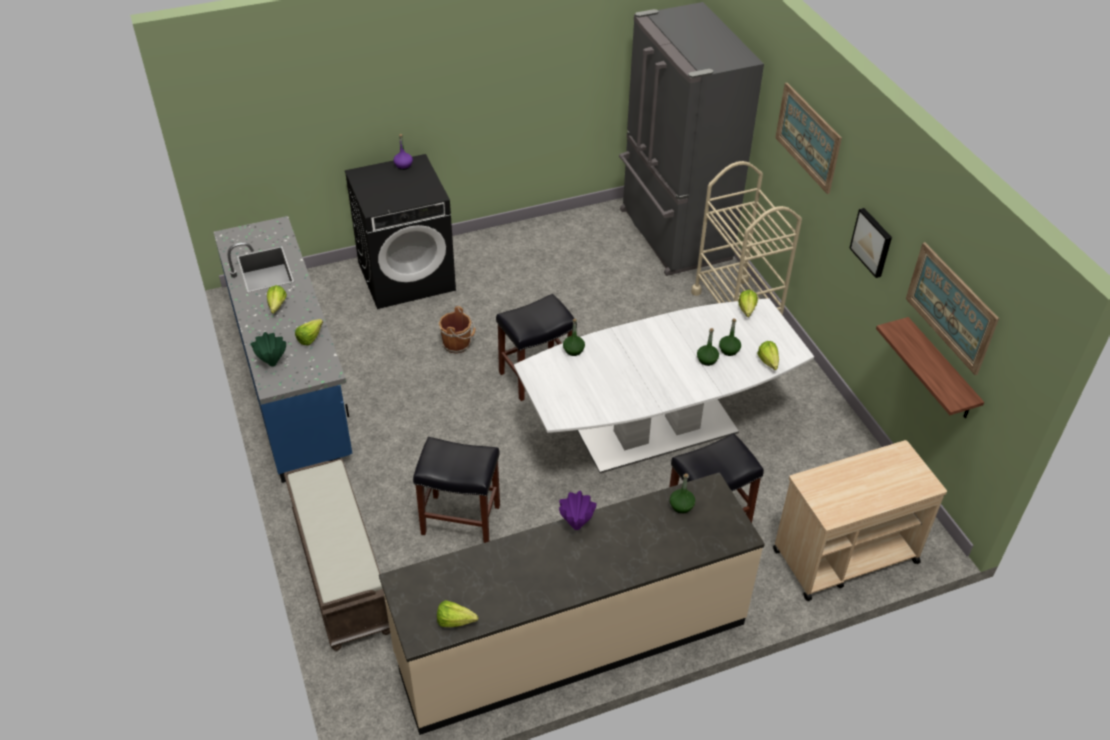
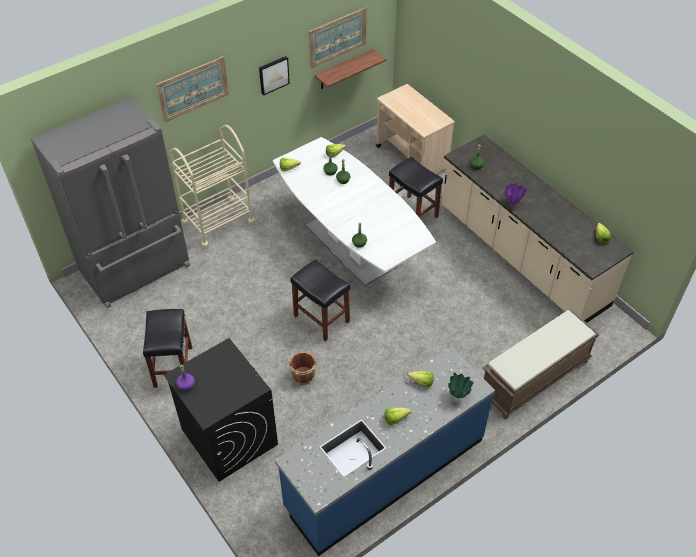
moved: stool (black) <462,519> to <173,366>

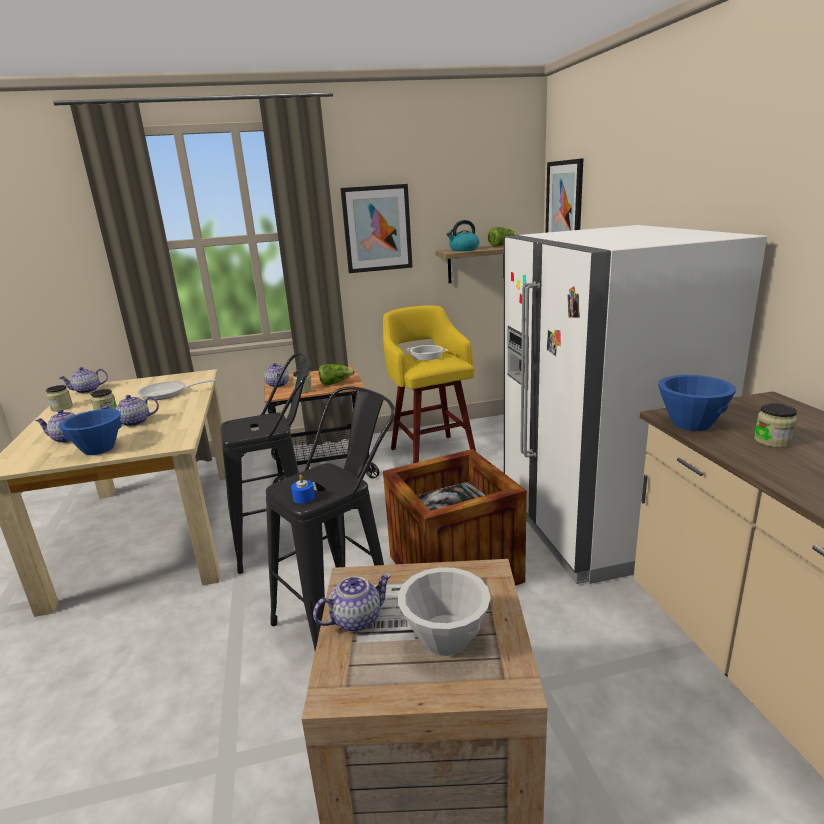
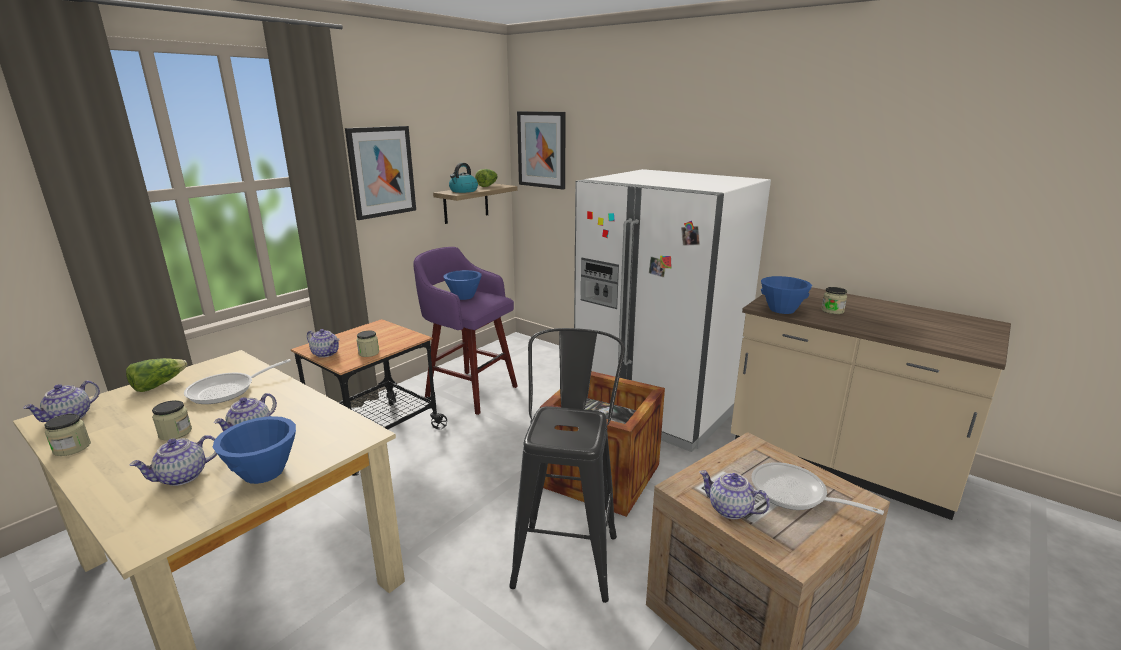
removed: stool (black) <285,541>; candle (blue) <304,498>
moved: lettuce <335,383> to <158,385>
replaced: cooking pot <426,356> to bowl (blue) <463,296>; bowl (white) <445,639> to frying pan <795,494>
recoloured: stool (yellow) <432,453> to stool (purple) <469,391>
turned: teapot <356,619> = <729,509> 75 degrees counterclockwise

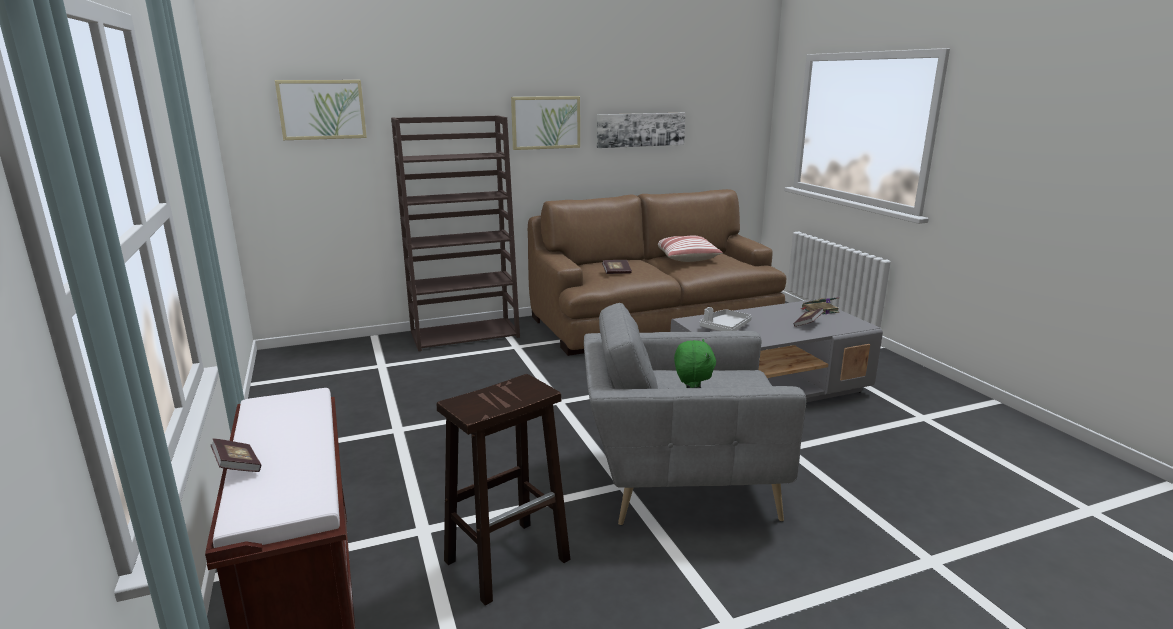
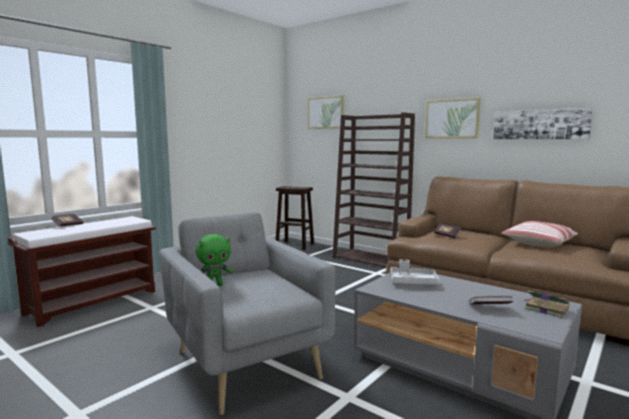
moved: stool (brown) <508,559> to <295,245>

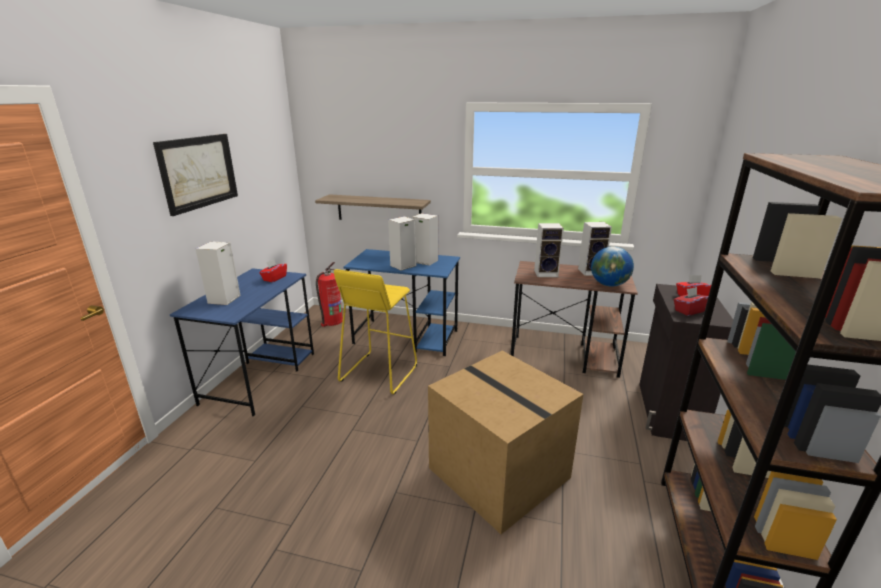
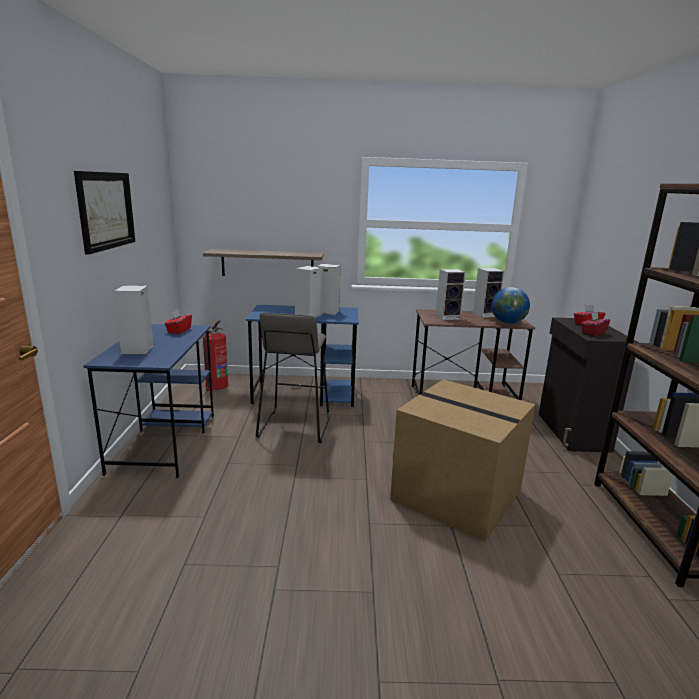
recoloured: stool (yellow) <378,373> to stool (grey) <294,427>

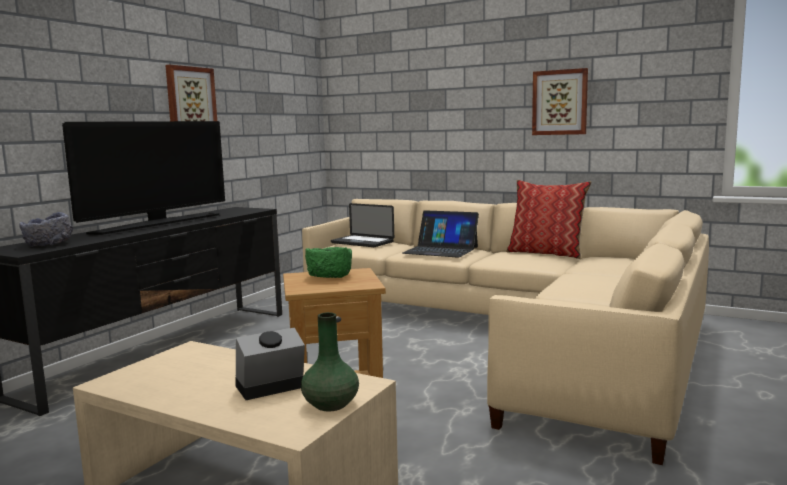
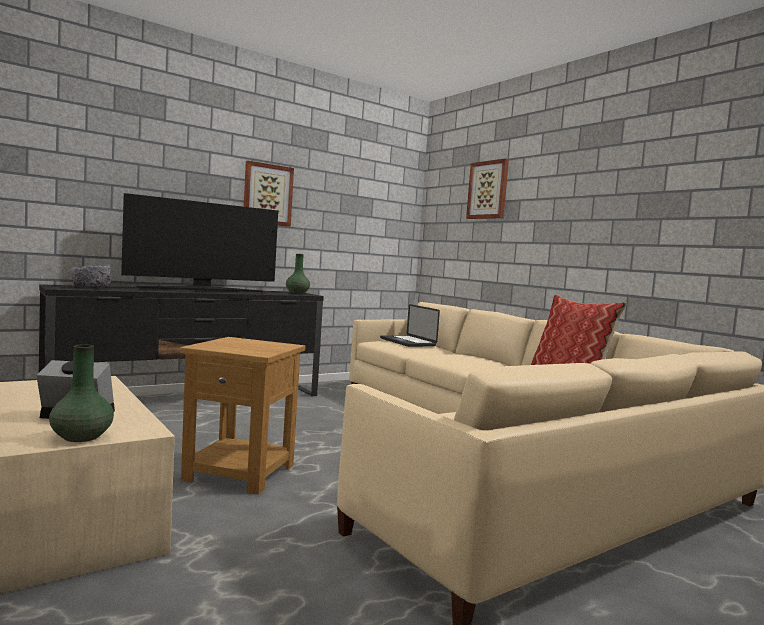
removed: bowl (green) <329,276>; laptop <440,250>
added: vase (green) <297,293>
moved: picture <560,102> to <488,190>

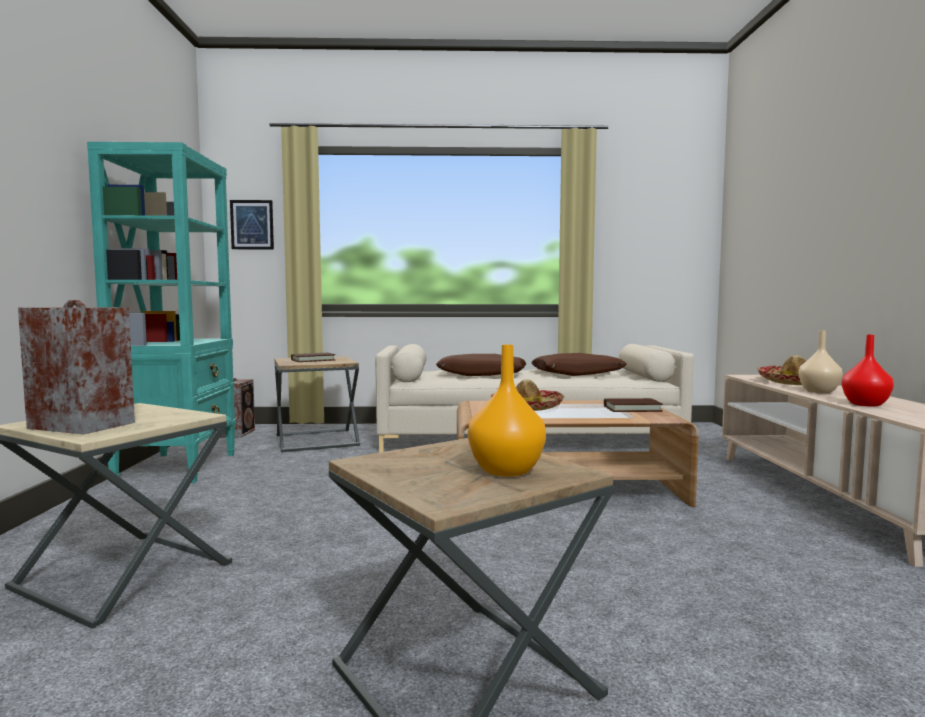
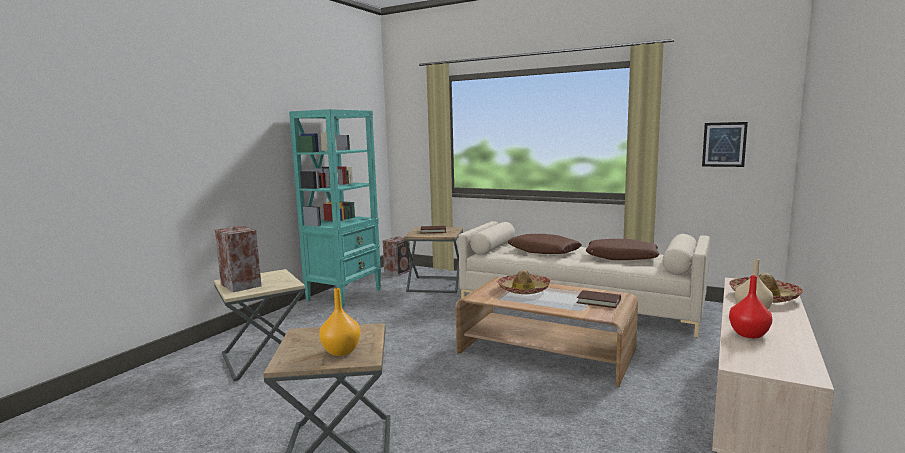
moved: picture <252,224> to <724,144>

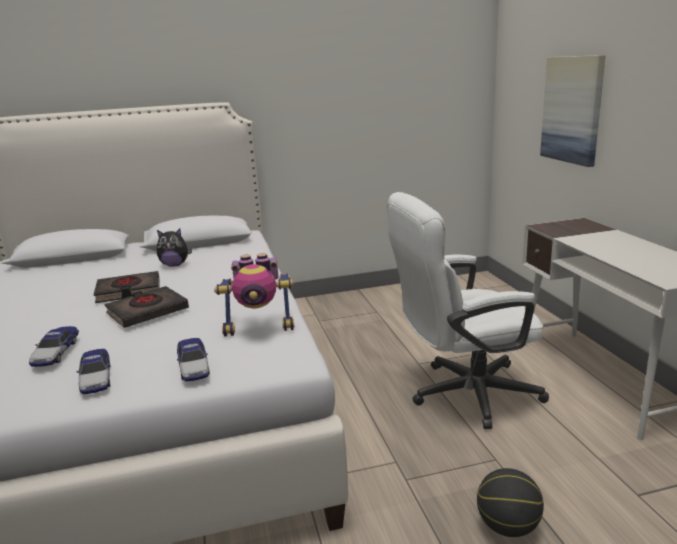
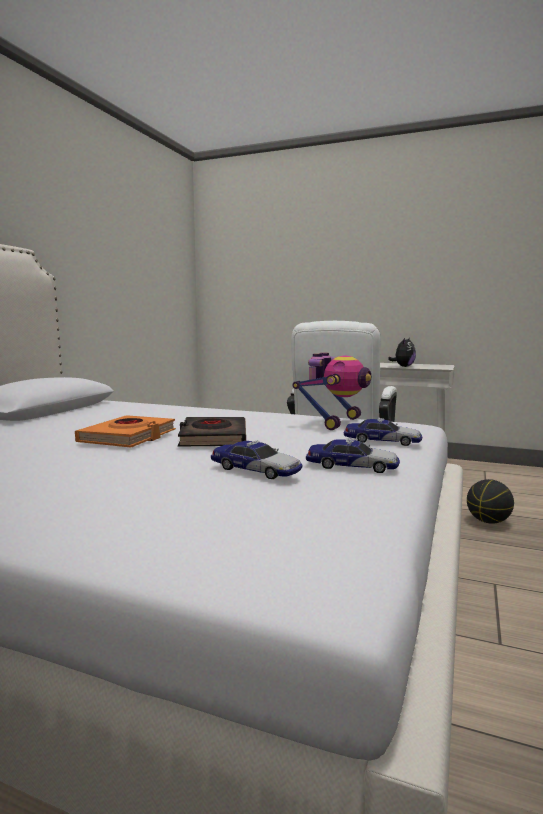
removed: picture <572,109>
moved: plush toy <175,265> to <403,366>
recoloured: book (black) <128,291> to book (orange) <128,437>

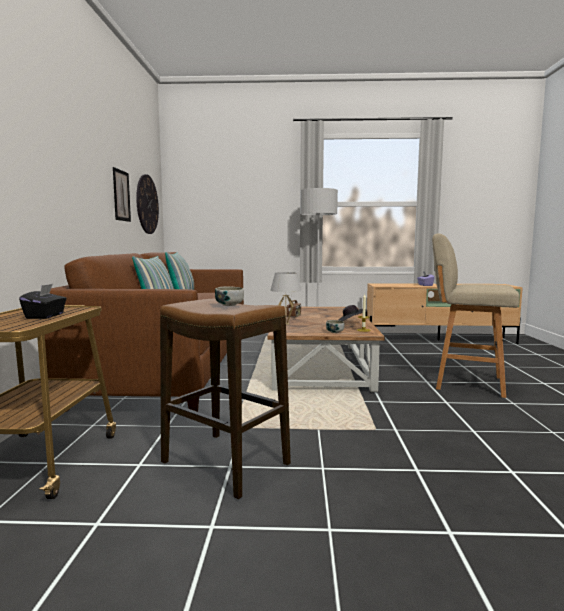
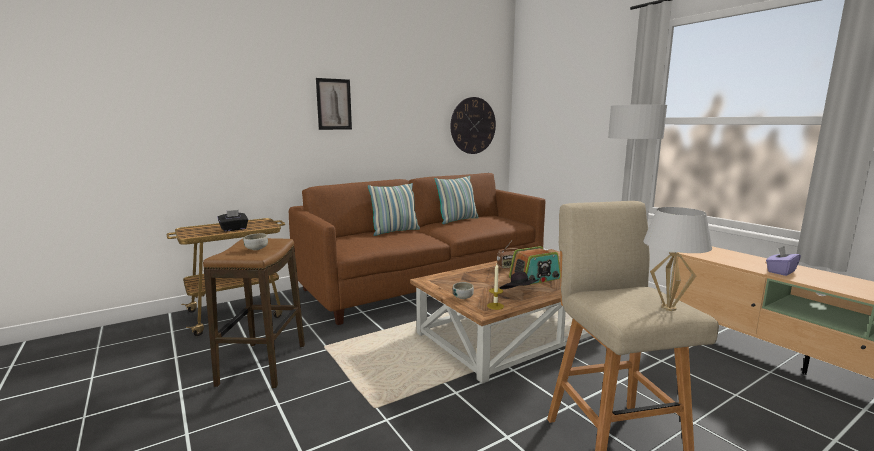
added: radio <535,278>
moved: picture <121,195> to <334,104>; table lamp (white) <285,324> to <668,308>

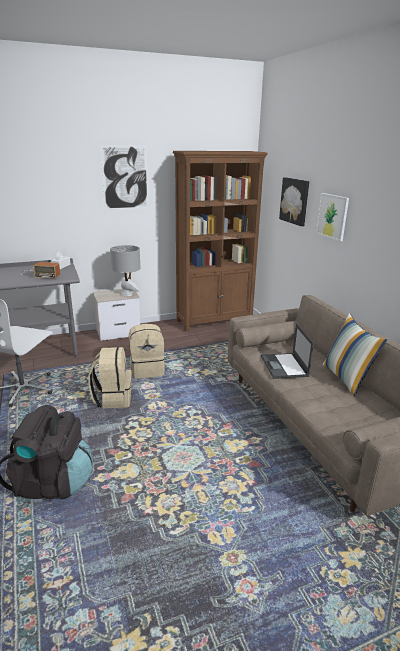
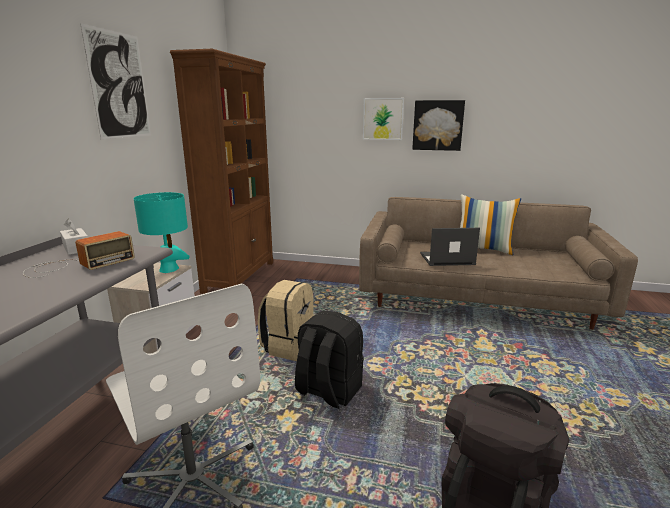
moved: picture <295,201> to <438,125>
recoloured: table lamp (grey) <127,294> to table lamp (turquoise) <169,269>; backpack (beige) <113,398> to backpack (black) <328,391>
turned: laptop <284,366> = <446,259> 150 degrees clockwise

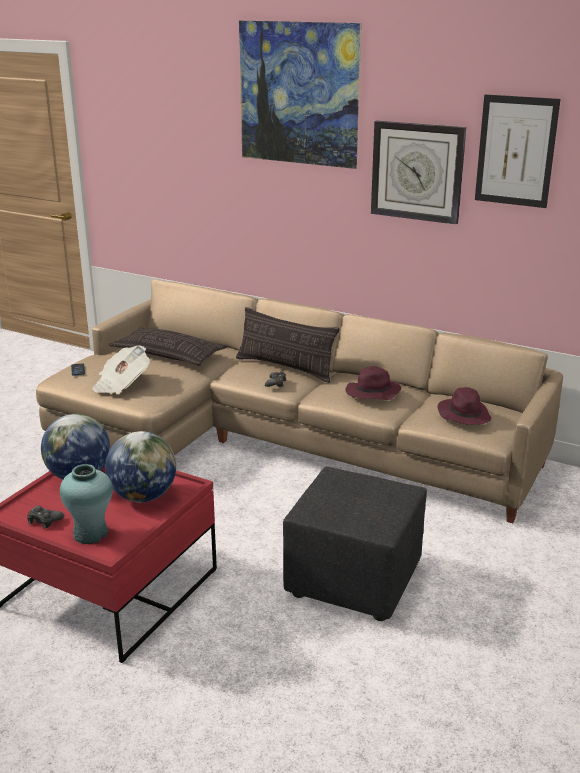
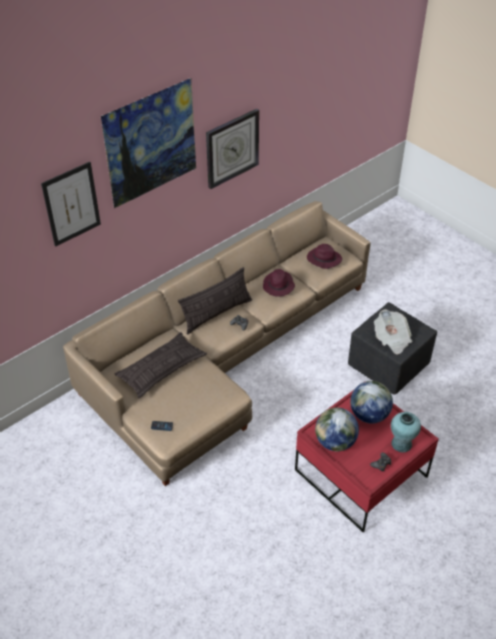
moved: picture <516,151> to <71,204>; newspaper <121,384> to <391,339>

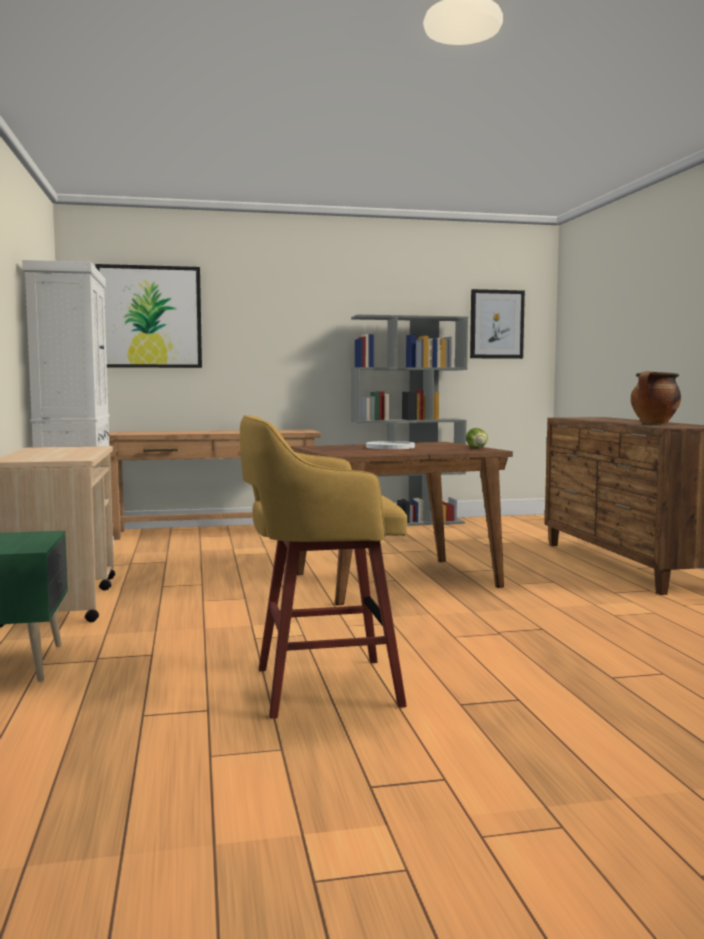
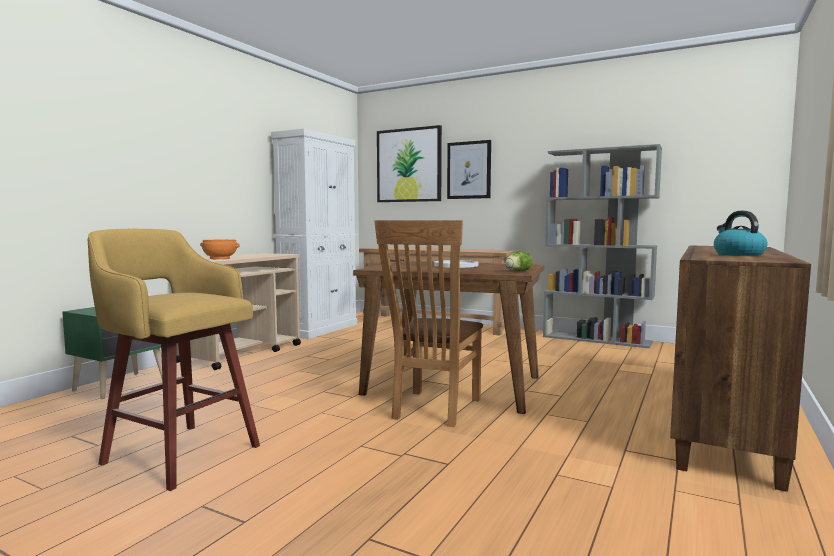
added: bowl (orange) <219,258>; chair (brown) <433,410>
moved: picture <496,324> to <469,170>
replaced: cooking pot <654,423> to kettle <737,254>

